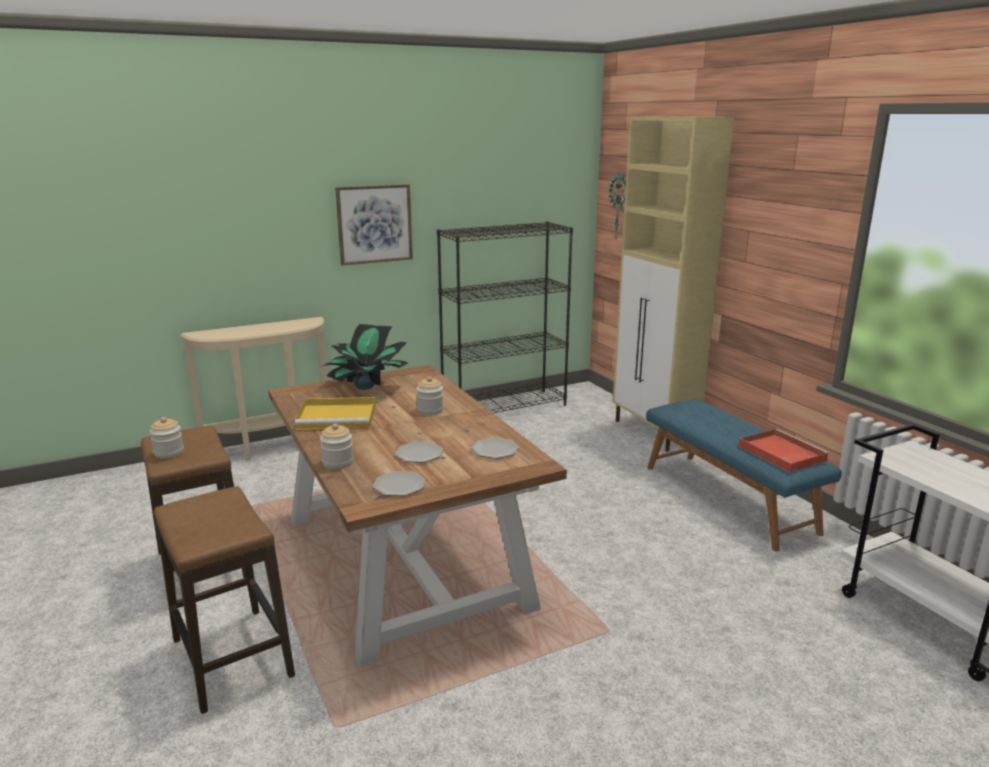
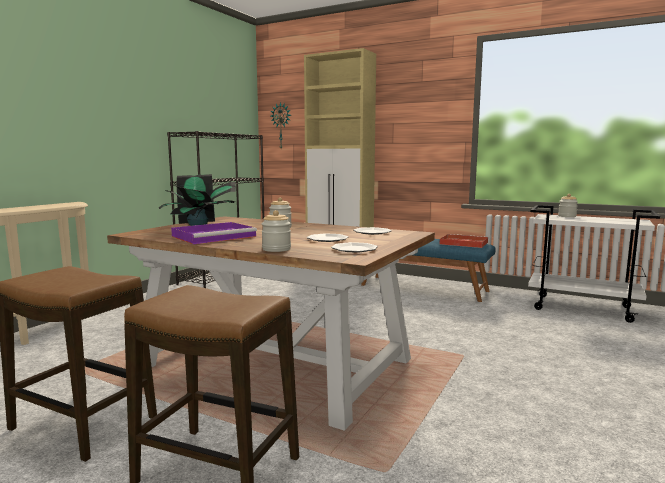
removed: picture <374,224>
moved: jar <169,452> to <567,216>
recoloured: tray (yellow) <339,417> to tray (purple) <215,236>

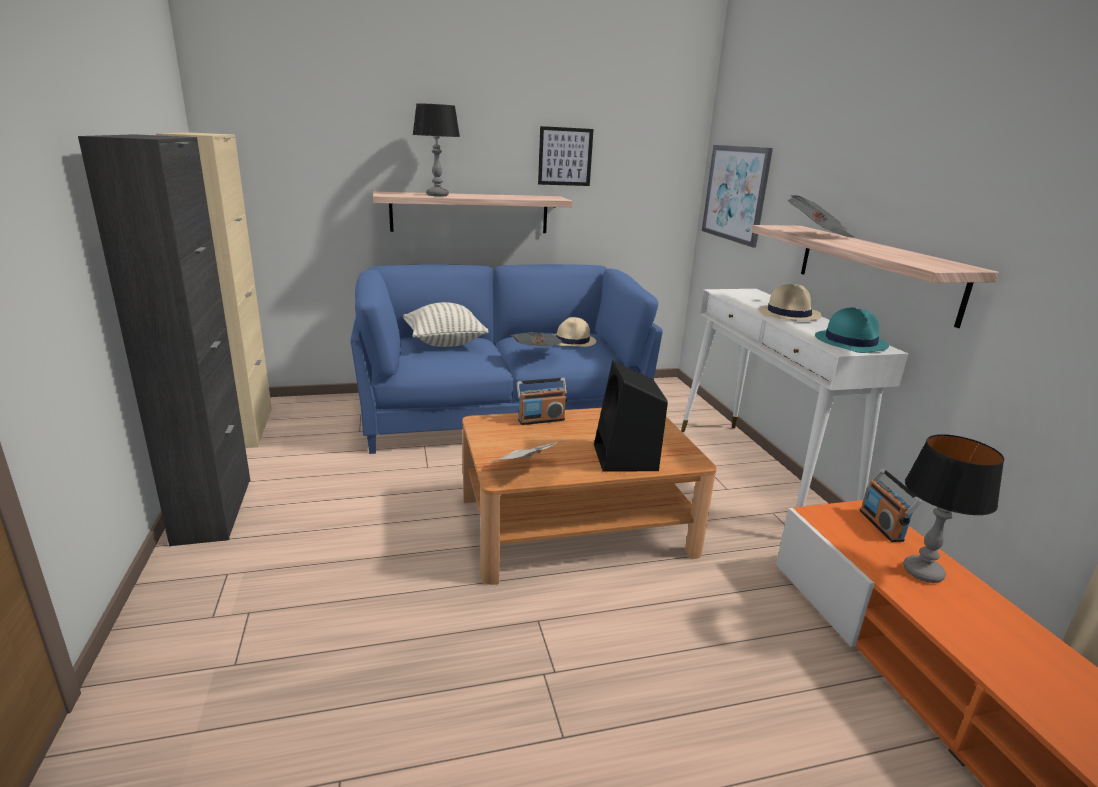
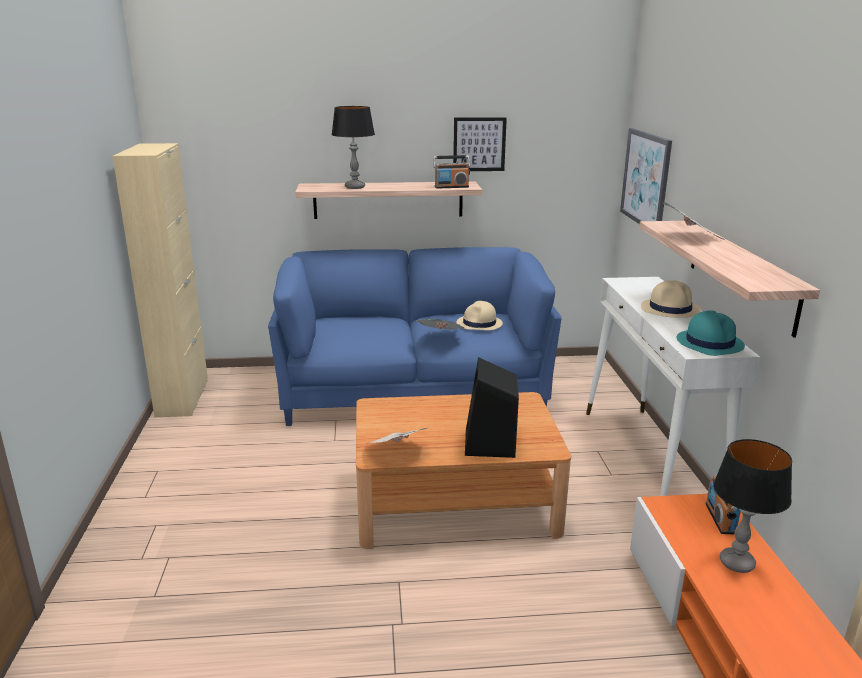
removed: cabinet (black) <213,510>; pillow <444,343>
moved: radio <541,420> to <451,187>

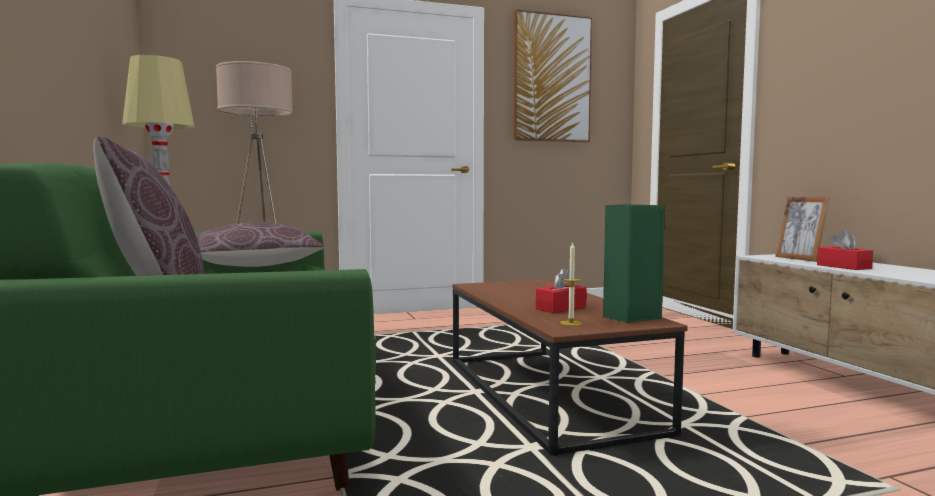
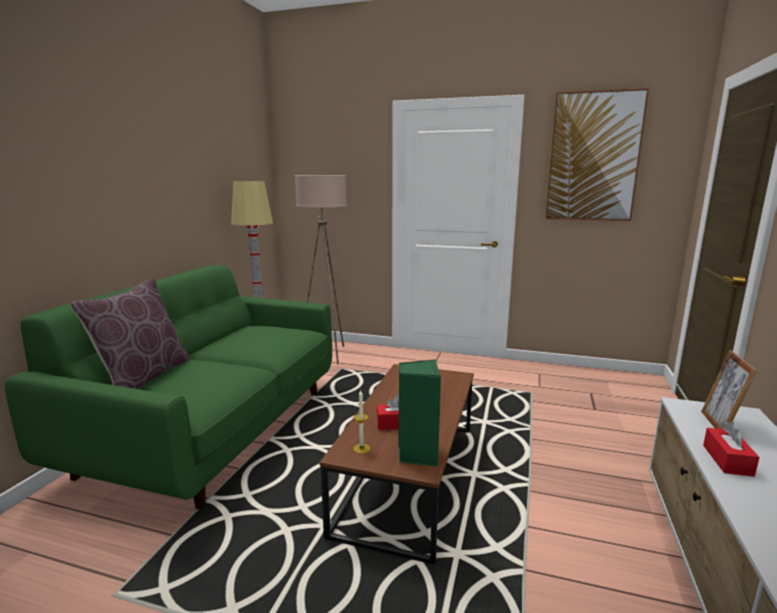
removed: pillow (brown) <253,266>

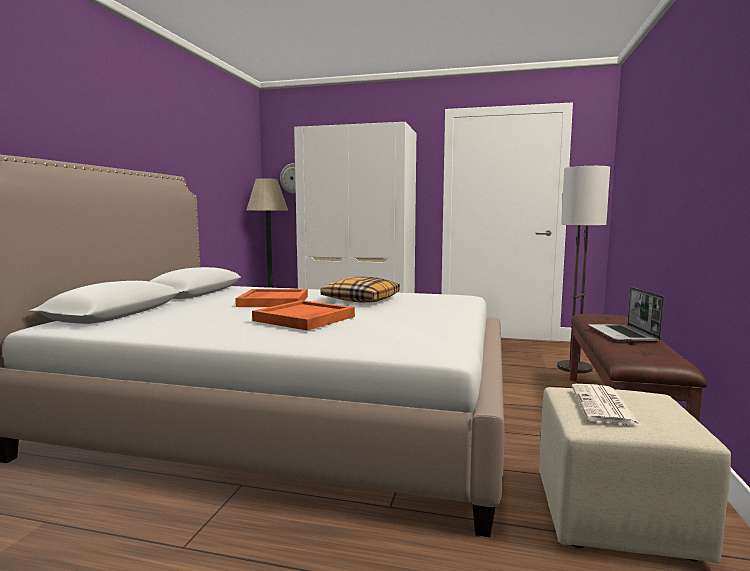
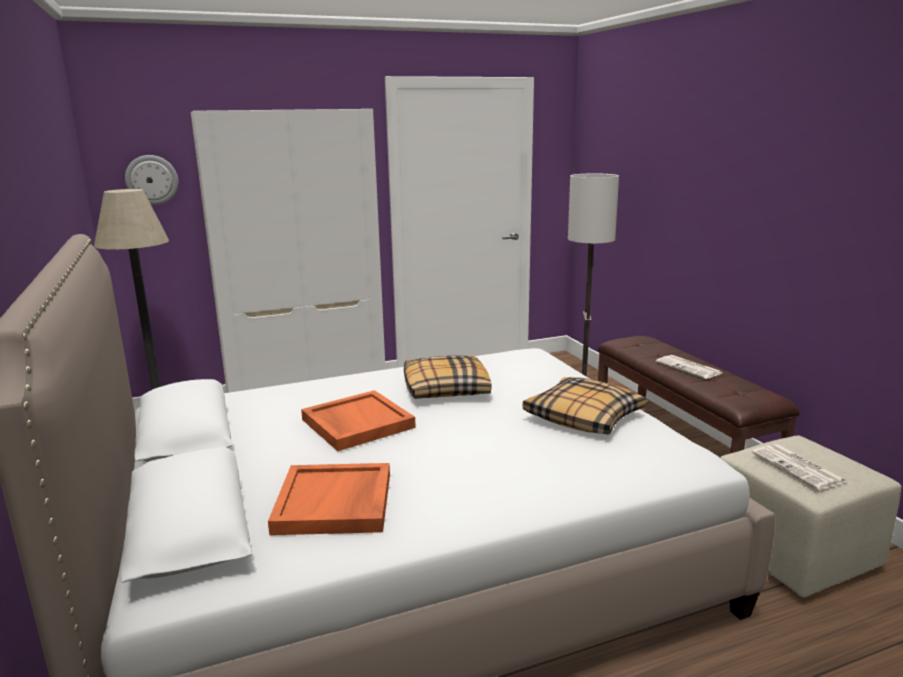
added: pillow <583,418>
moved: tray (orange) <304,319> to <335,503>
replaced: laptop <623,334> to newspaper <690,368>

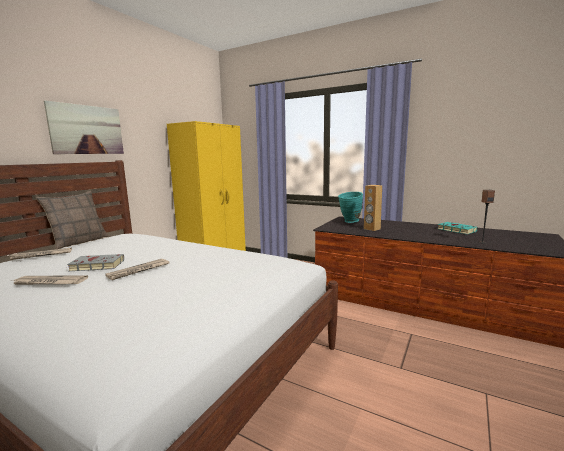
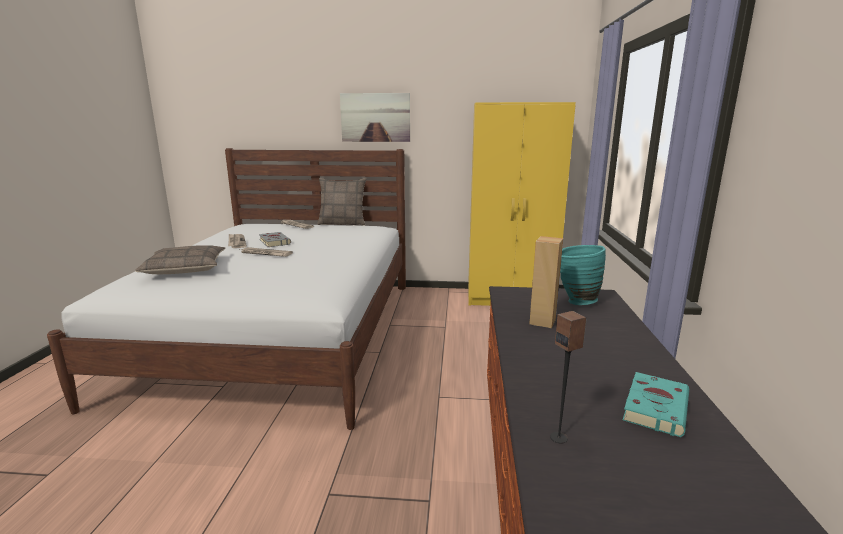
added: pillow <185,268>

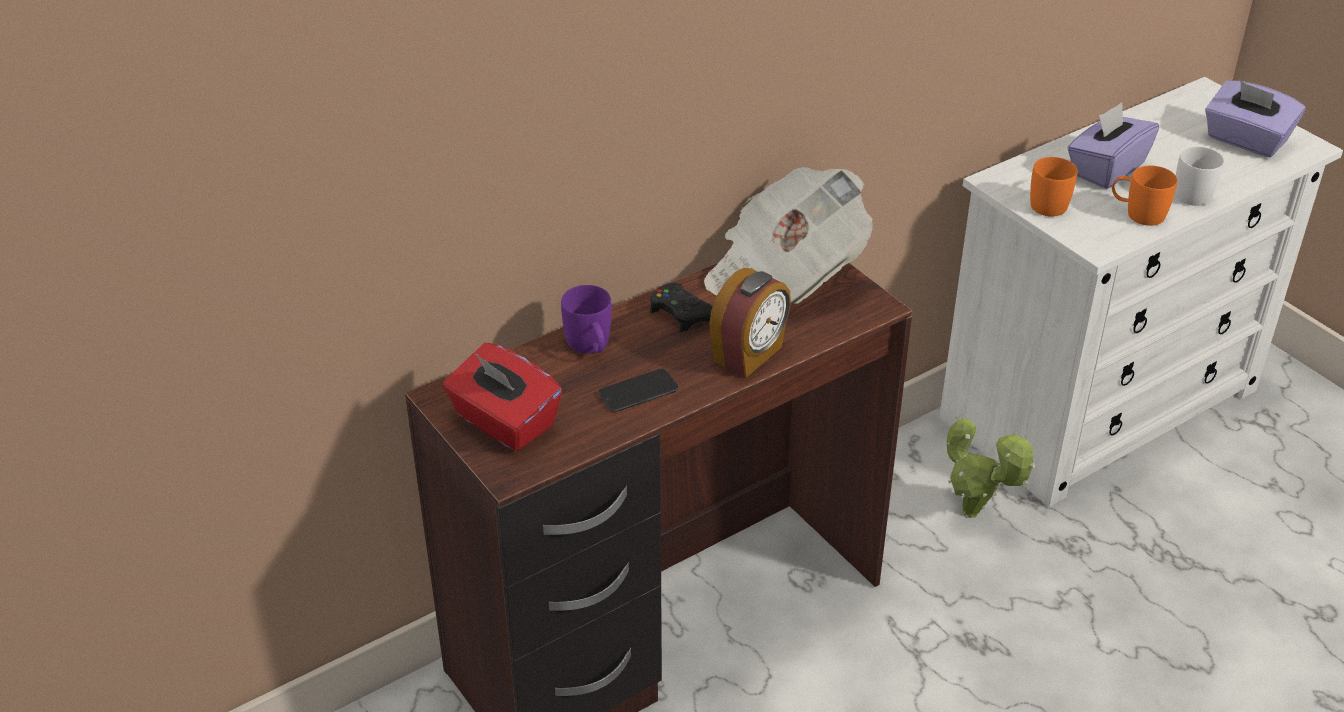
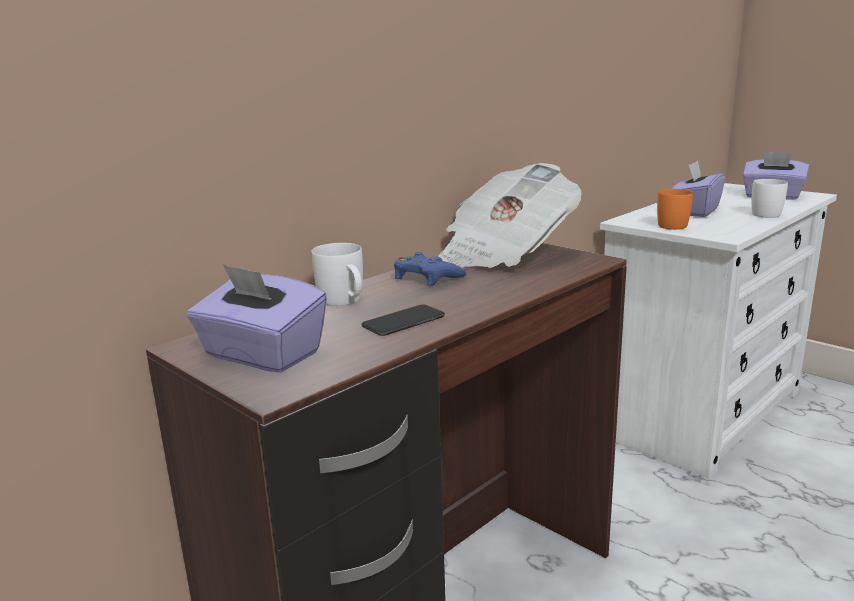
removed: alarm clock <749,355>; potted plant <975,515>; mug (orange) <1137,213>
recoloured: tissue box (red) <504,422> to tissue box (purple) <261,355>; mug (purple) <591,347> to mug (white) <344,302>; game controller (black) <684,313> to game controller (blue) <426,277>

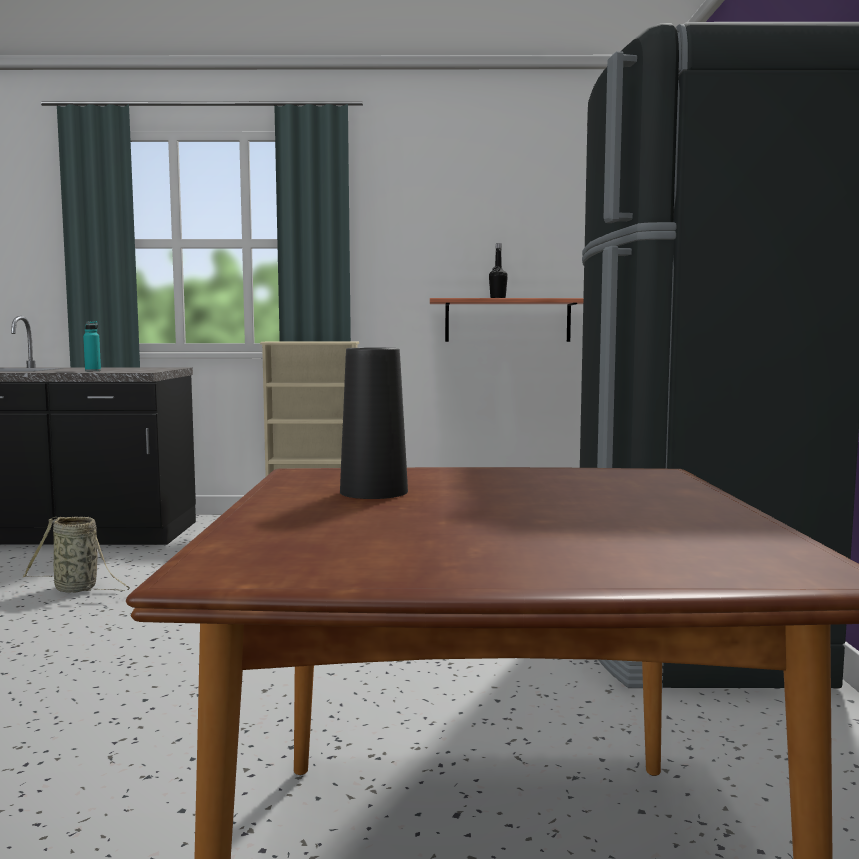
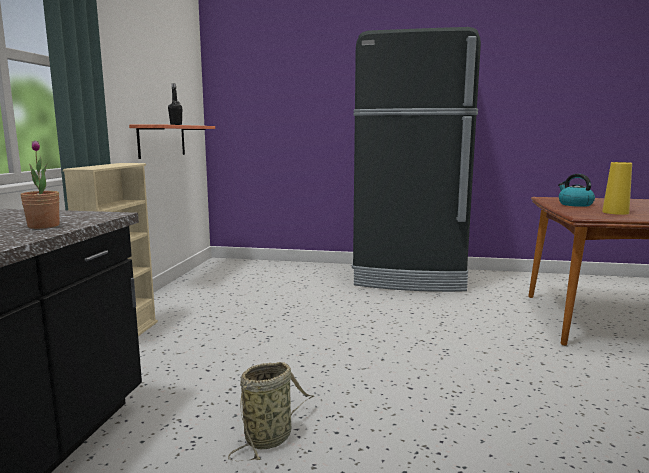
added: kettle <574,204>
replaced: bottle (turquoise) <93,371> to potted plant <43,226>
recoloured: vase (black) <374,492> to vase (yellow) <615,212>

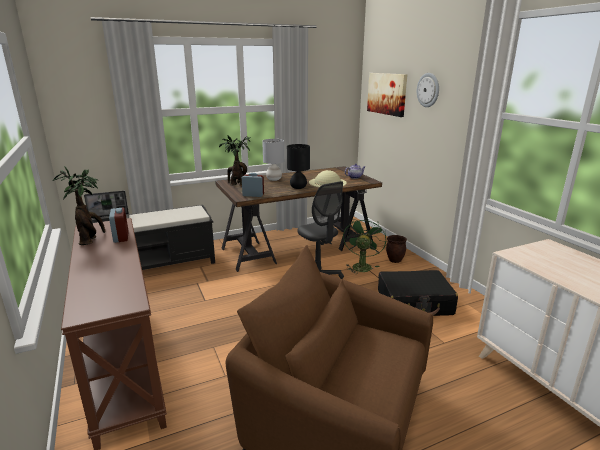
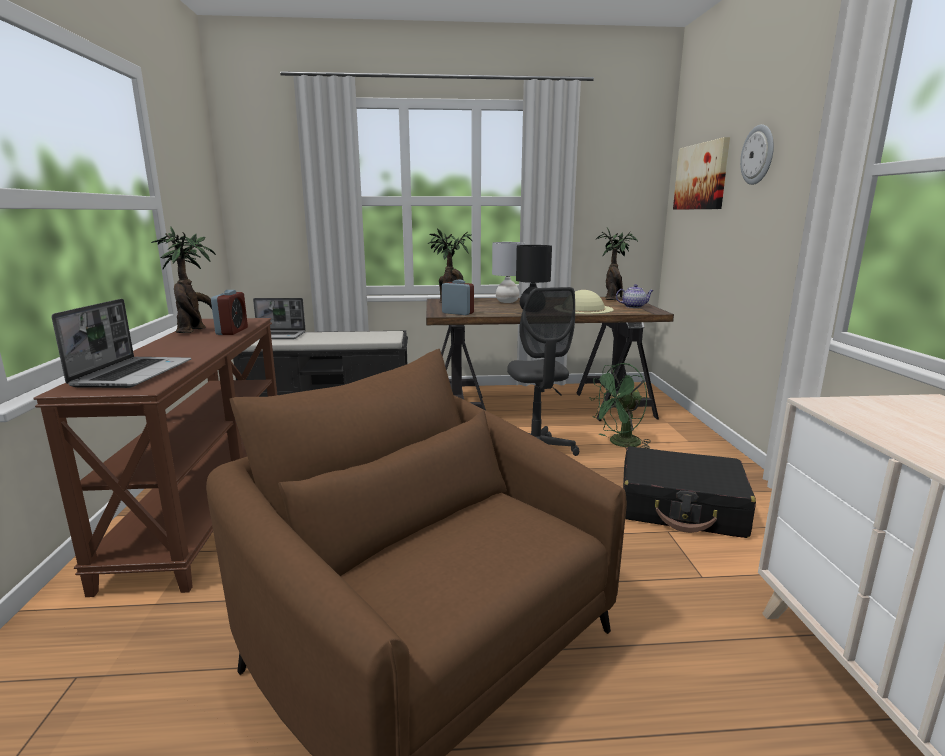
removed: planter (brown) <395,260>
added: laptop <133,374>; potted plant <613,299>
turned: fan (green) <361,266> = <620,443> 150 degrees counterclockwise

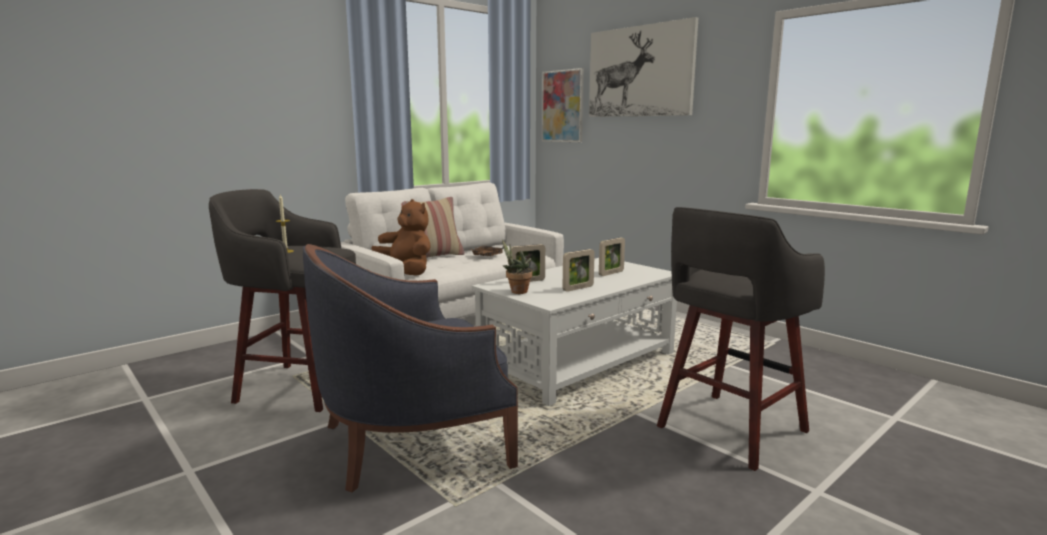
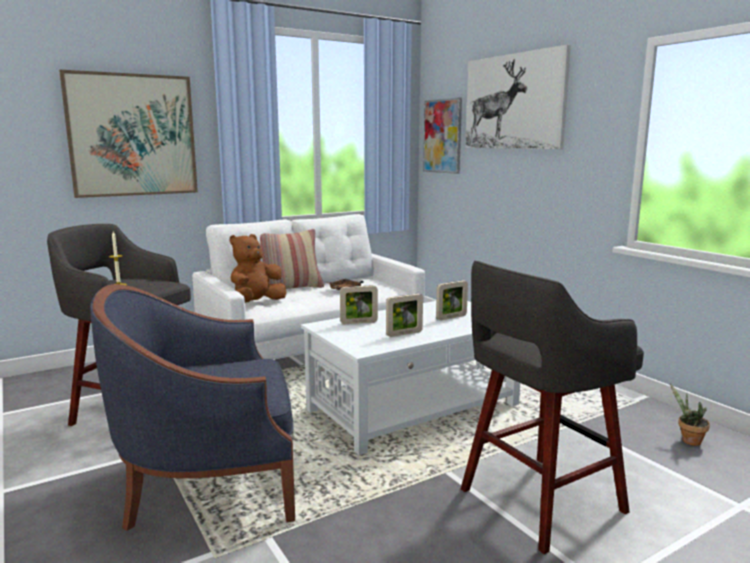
added: picture <132,135>
moved: potted plant <516,291> to <688,440>
turned: plush toy (brown) <406,271> = <256,303> 105 degrees counterclockwise

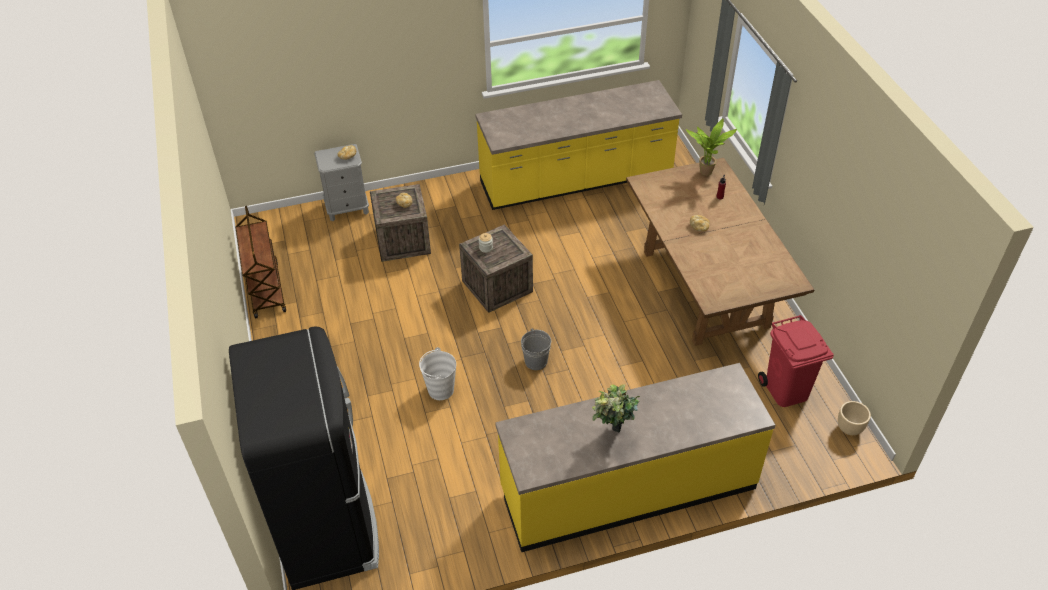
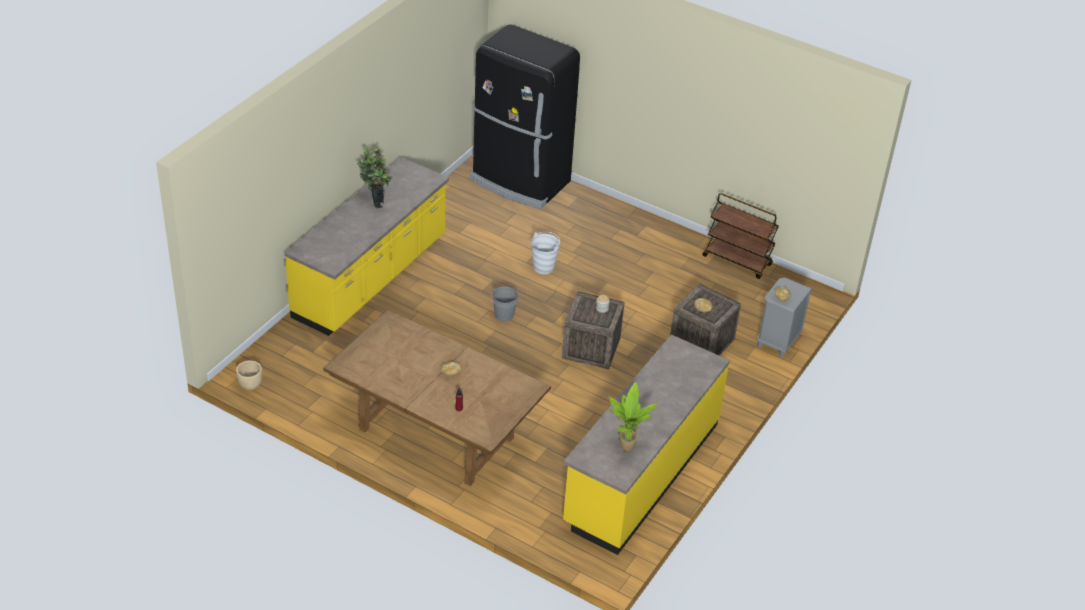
removed: trash can (red) <785,390>
moved: potted plant <706,174> to <624,446>

